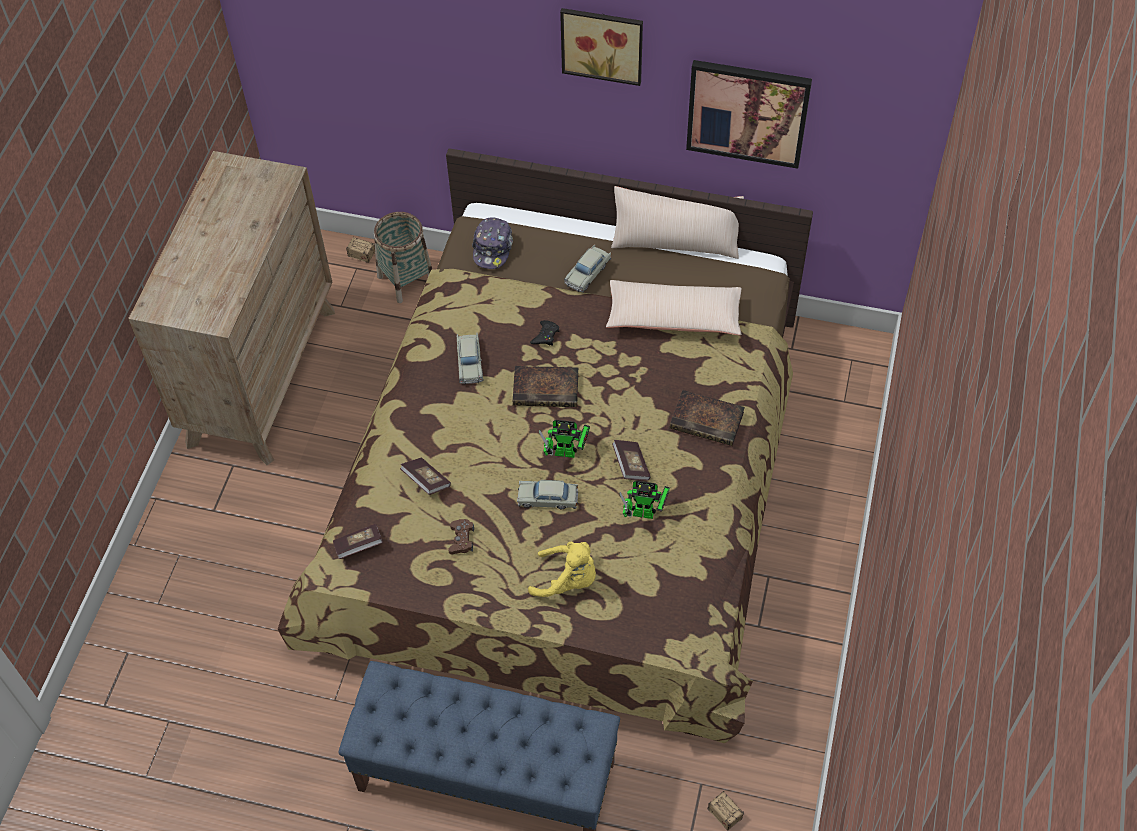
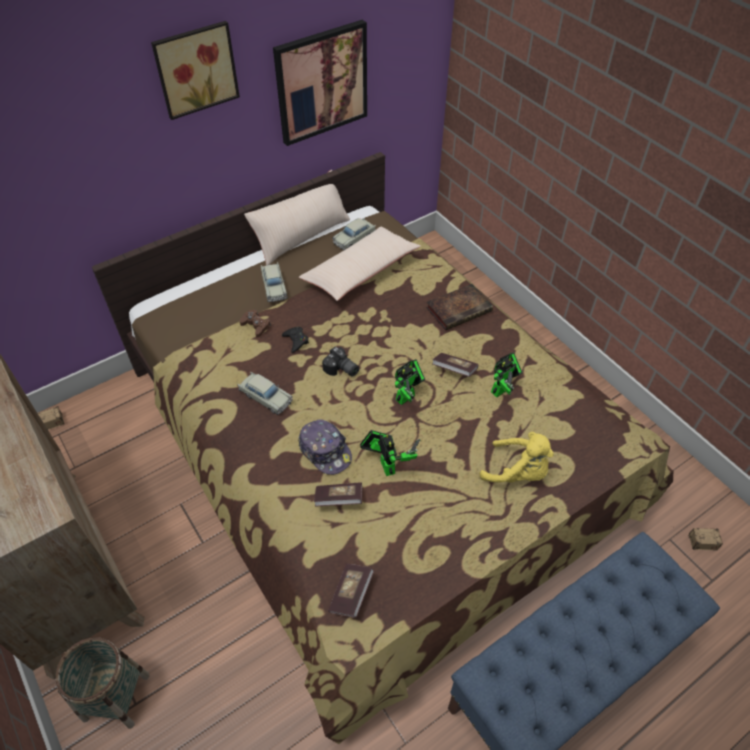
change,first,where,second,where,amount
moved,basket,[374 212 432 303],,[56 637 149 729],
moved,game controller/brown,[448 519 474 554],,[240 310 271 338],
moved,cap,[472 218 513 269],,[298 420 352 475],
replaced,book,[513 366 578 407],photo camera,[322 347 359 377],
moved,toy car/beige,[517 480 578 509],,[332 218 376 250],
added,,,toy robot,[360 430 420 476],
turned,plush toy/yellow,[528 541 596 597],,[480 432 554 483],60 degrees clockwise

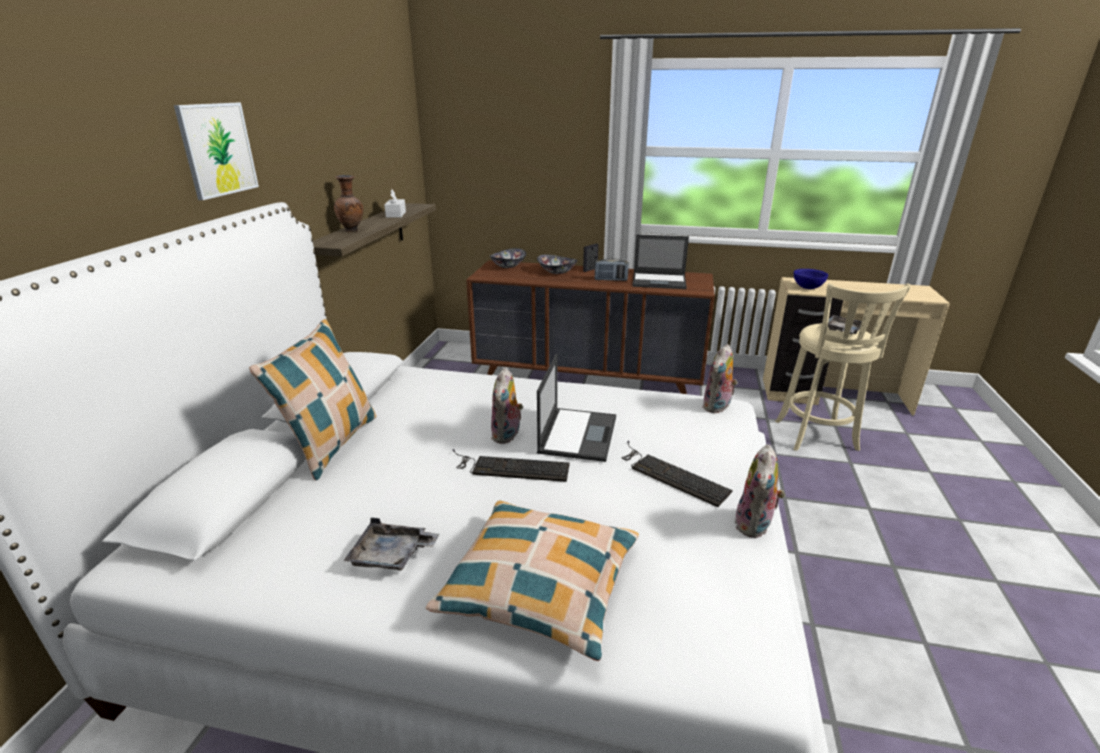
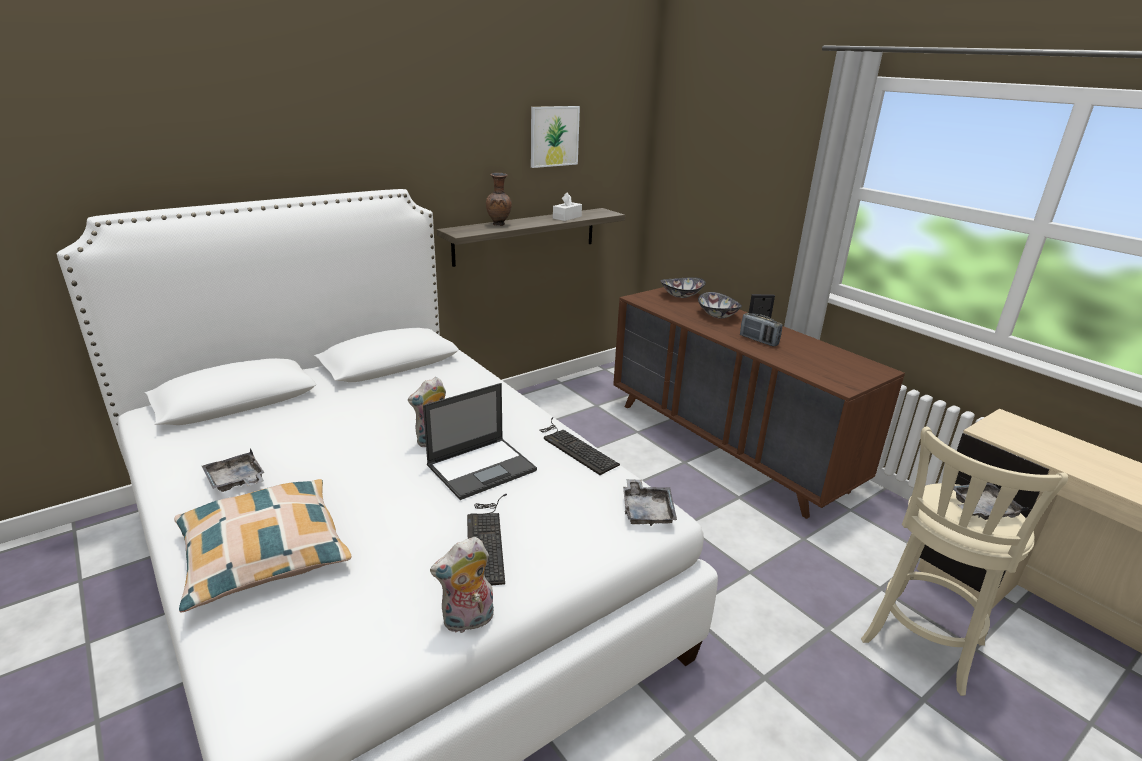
change,first,where,second,where,amount
moved,picture,[174 103 259 200],,[531 106 580 168],
moved,keyboard,[453 449 570 482],,[539 417 620 475],
replaced,plush toy,[702 344 737 413],tray/grey,[623 479 677 526],
removed,pillow,[249 319 376 481],,,
removed,laptop,[632 234 689 289],,,
removed,bowl/blue,[794 269 828 289],,,

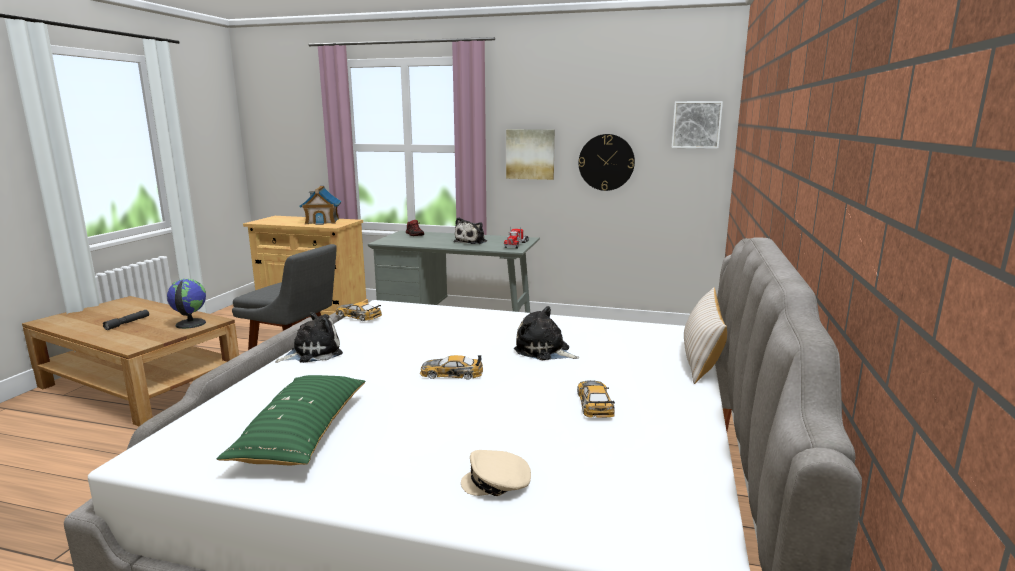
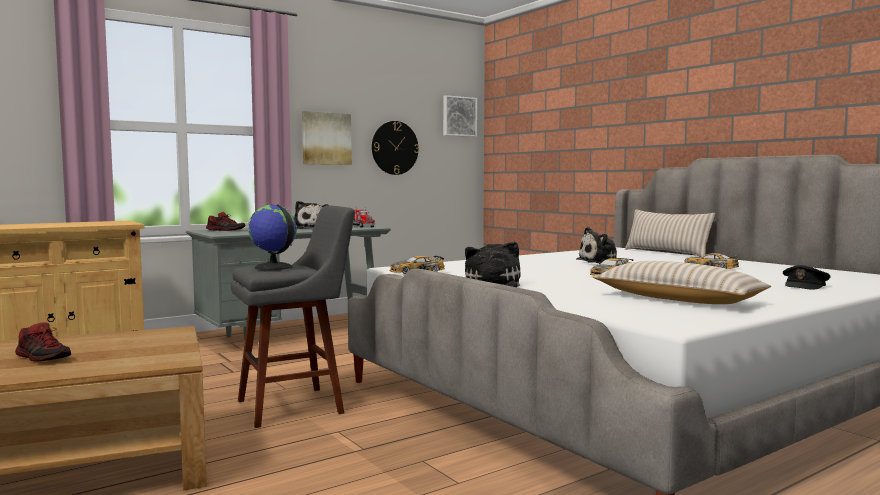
change,first,where,second,where,amount
replaced,flashlight/grey,[103 310 149 330],shoe,[15 322 71 362],
moved,globe,[167 279 206 329],,[248 204 297 270],
recoloured,pillow/green,[217 375 365 465],pillow/beige,[593 261 771 304],
recoloured,cap/beige,[461 450 531 496],cap/black,[783 265 831 289],
removed,toy house,[300 186 341 225],,,

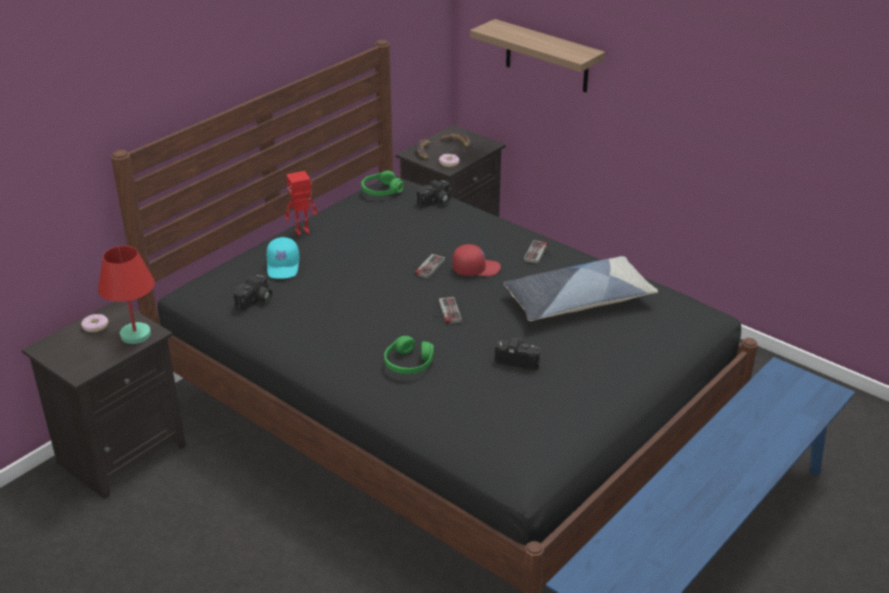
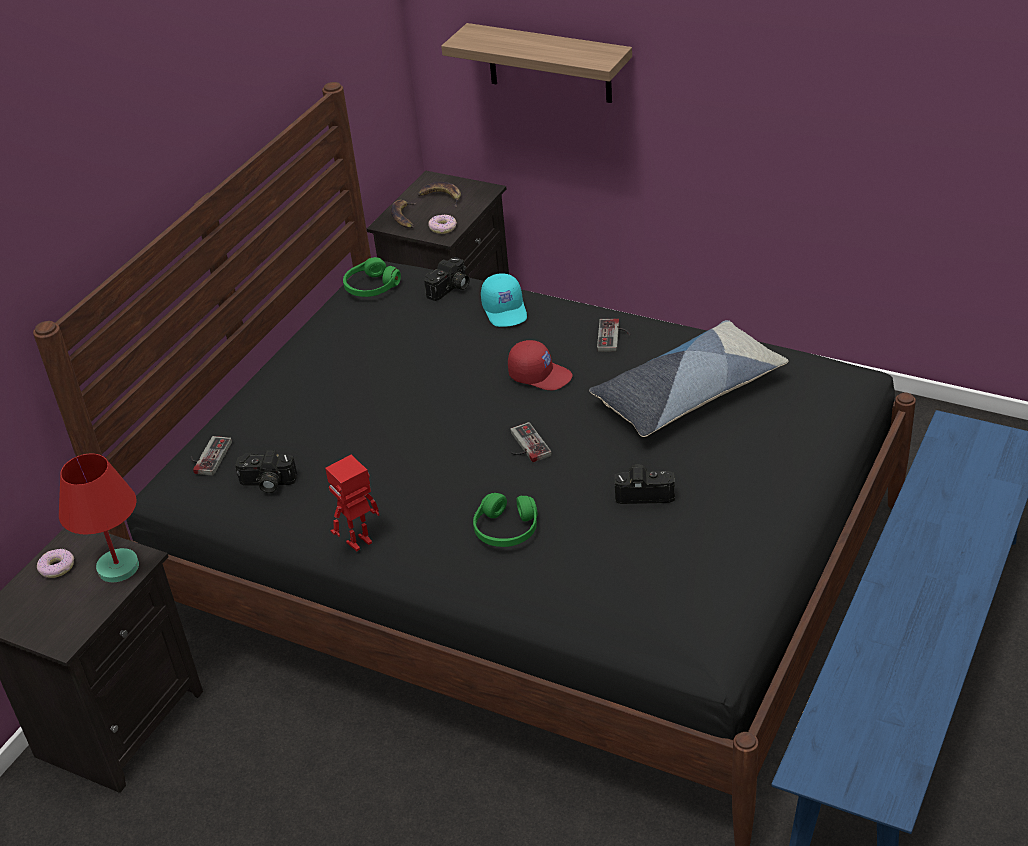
change,first,where,second,where,amount
moved,game controller,[414 254 445 279],,[190 436 232 476],
turned,photo camera,[233 274 272 311],,[235 450 297 493],75 degrees clockwise
moved,toy robot,[284 171 317 236],,[325 455 379 551],
moved,cap/turquoise,[266 237 300 279],,[481 273 527 327],
turned,cap/red,[452 244 501 276],,[508 340 573 390],45 degrees clockwise

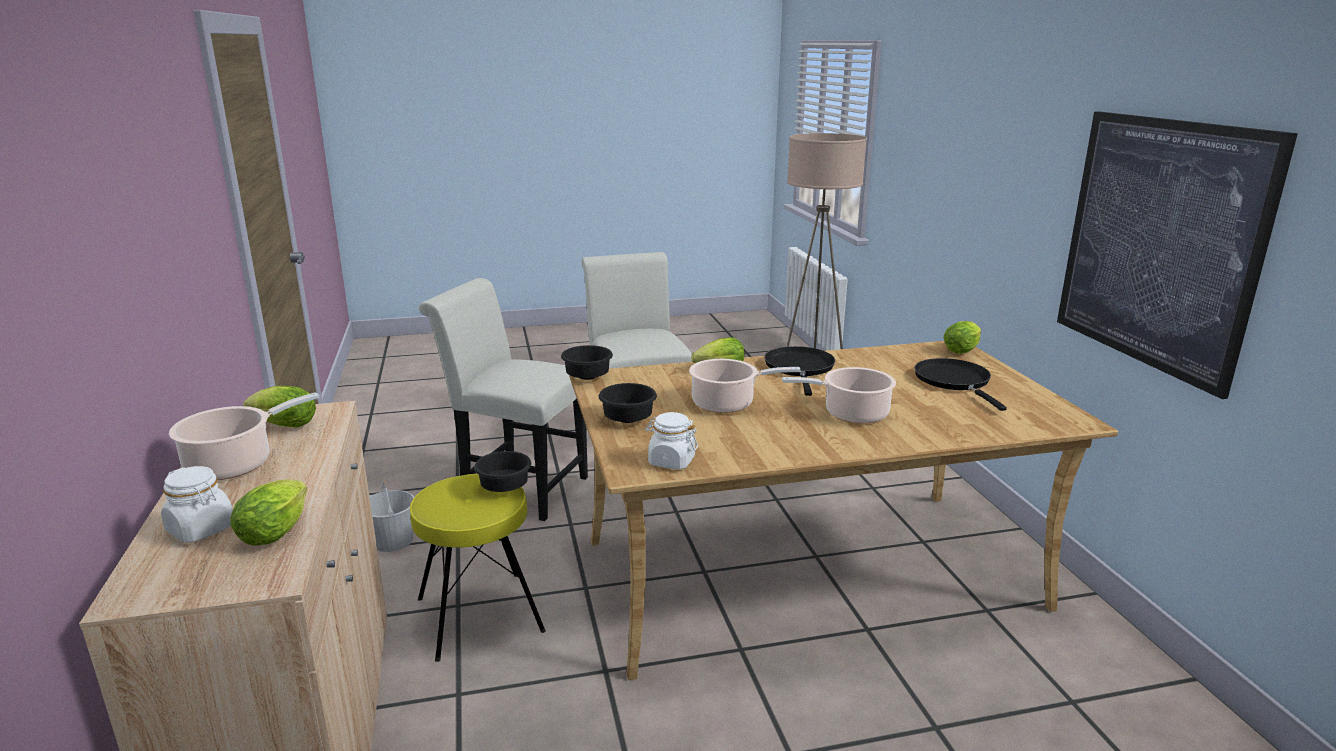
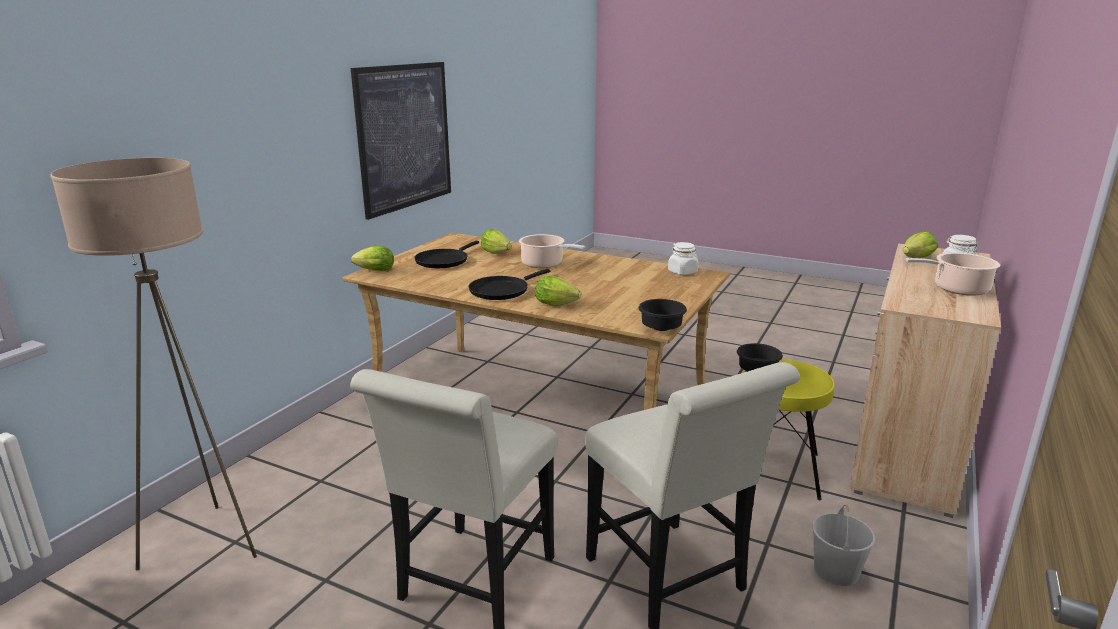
change,first,where,second,where,amount
moved,lettuce,[243 386 316 428],,[481 229 511 254],
removed,bowl/black,[599 383 657 423],,,
removed,cooking pot,[689 359 800 413],,,

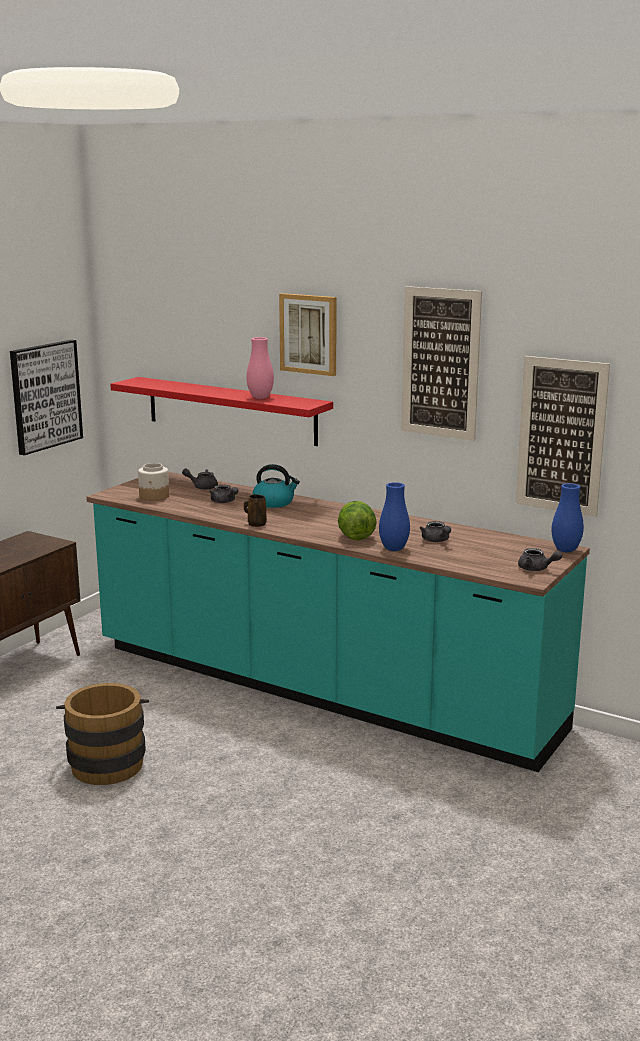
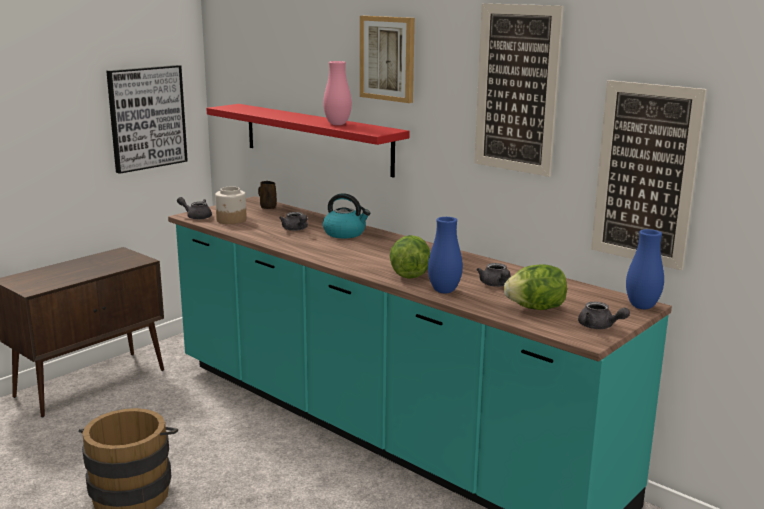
change,first,where,second,where,amount
moved,teapot/grey,[182 468 218 490],,[177 197 212 220],
moved,mug/brown,[244 494 267 527],,[258 181 277 209],
added,,,lettuce,[504 264 567 310],

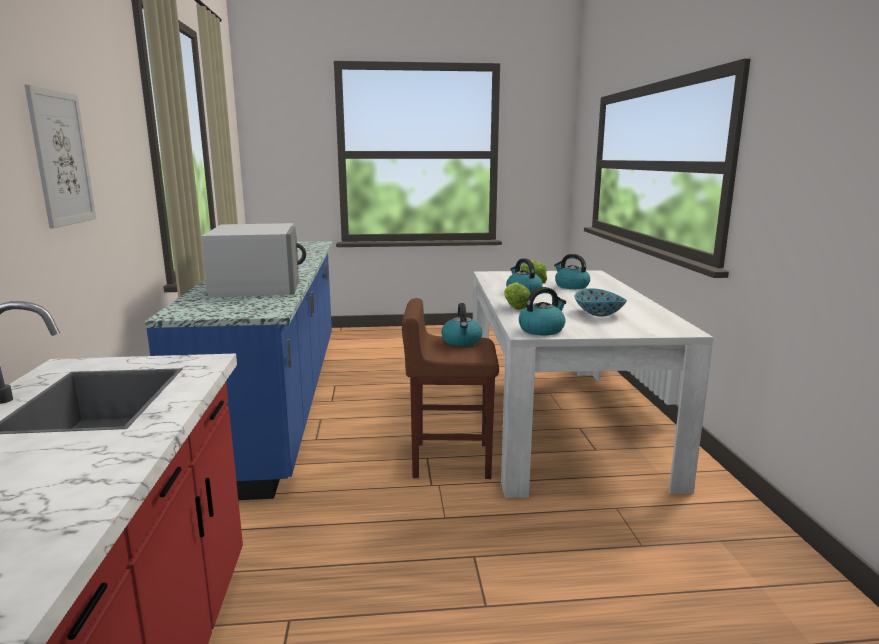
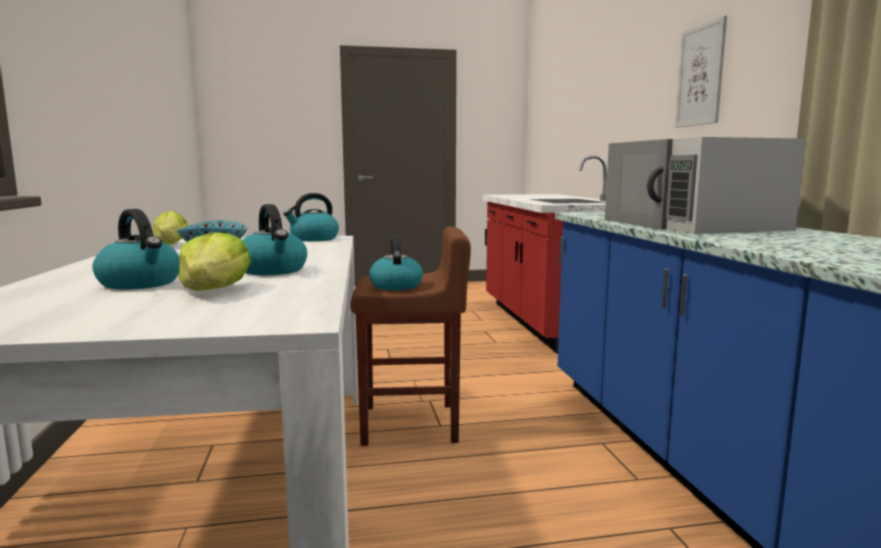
change,first,where,second,where,amount
moved,lettuce,[504 282 530 310],,[153 211 188 245],

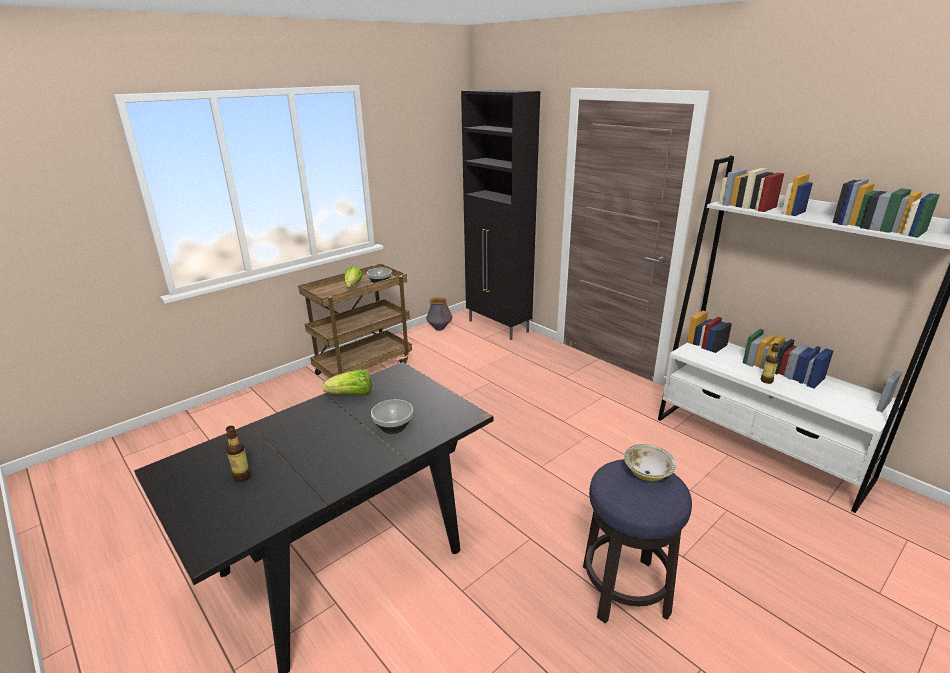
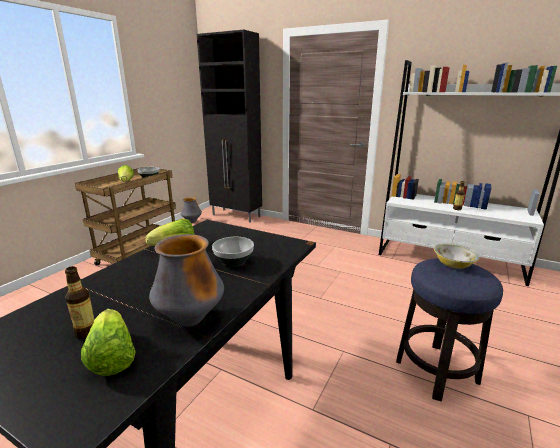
change,first,where,second,where,amount
added,,,lettuce,[81 309 136 376],
added,,,vase,[149 234 224 327],

